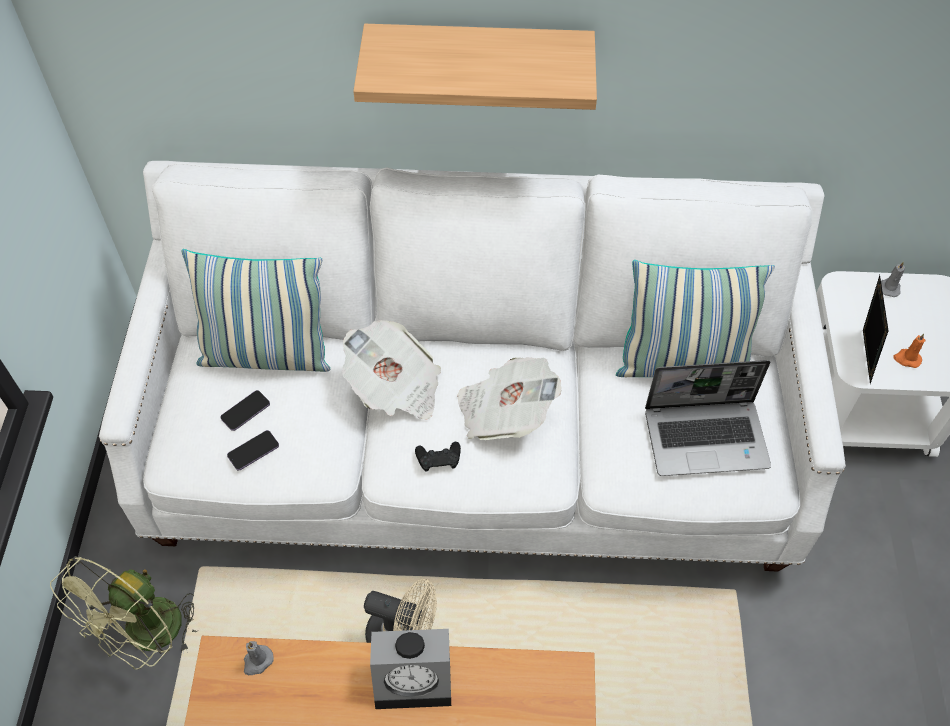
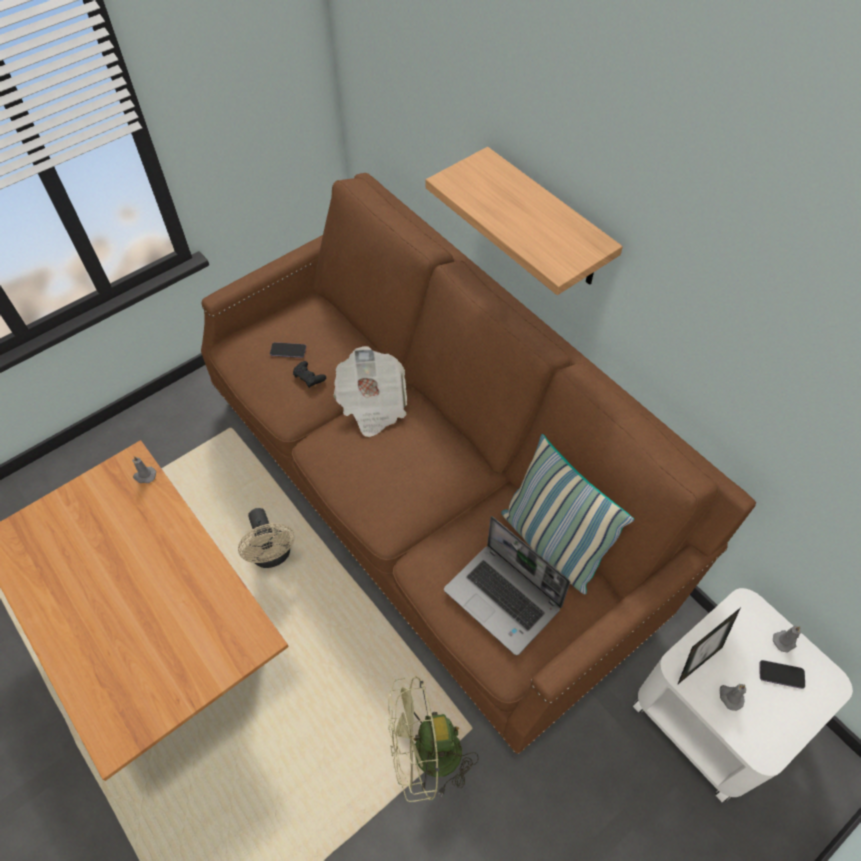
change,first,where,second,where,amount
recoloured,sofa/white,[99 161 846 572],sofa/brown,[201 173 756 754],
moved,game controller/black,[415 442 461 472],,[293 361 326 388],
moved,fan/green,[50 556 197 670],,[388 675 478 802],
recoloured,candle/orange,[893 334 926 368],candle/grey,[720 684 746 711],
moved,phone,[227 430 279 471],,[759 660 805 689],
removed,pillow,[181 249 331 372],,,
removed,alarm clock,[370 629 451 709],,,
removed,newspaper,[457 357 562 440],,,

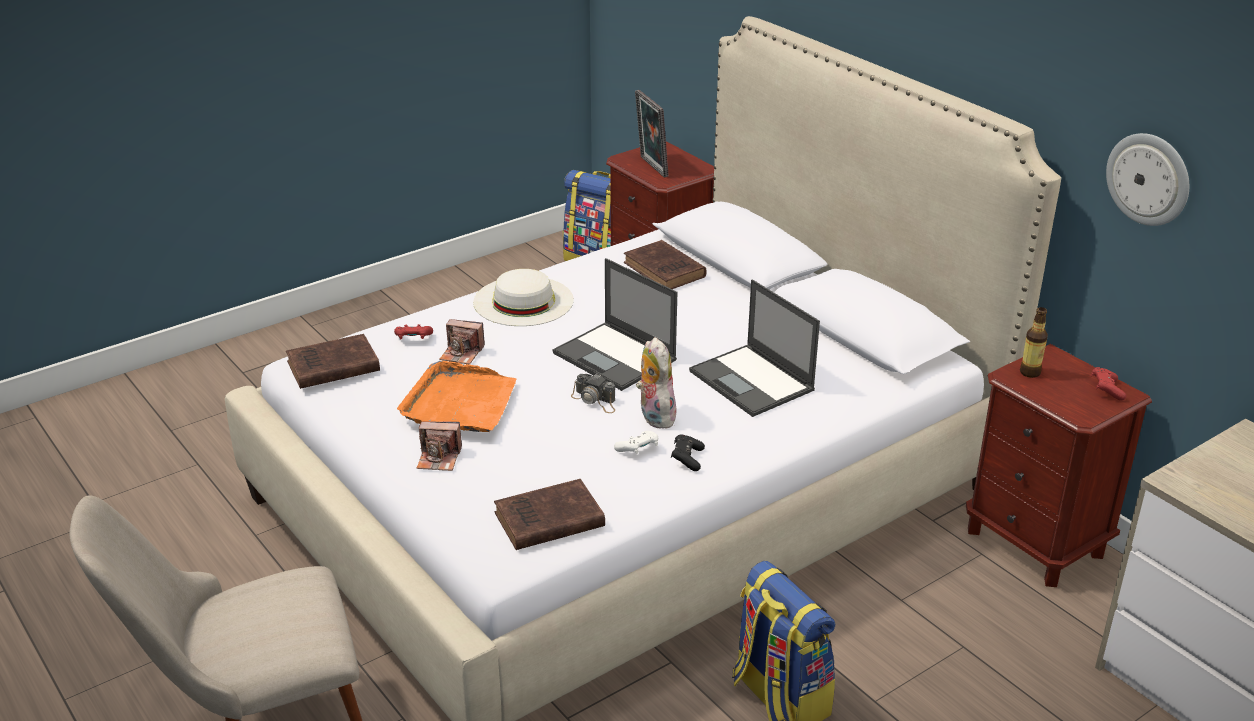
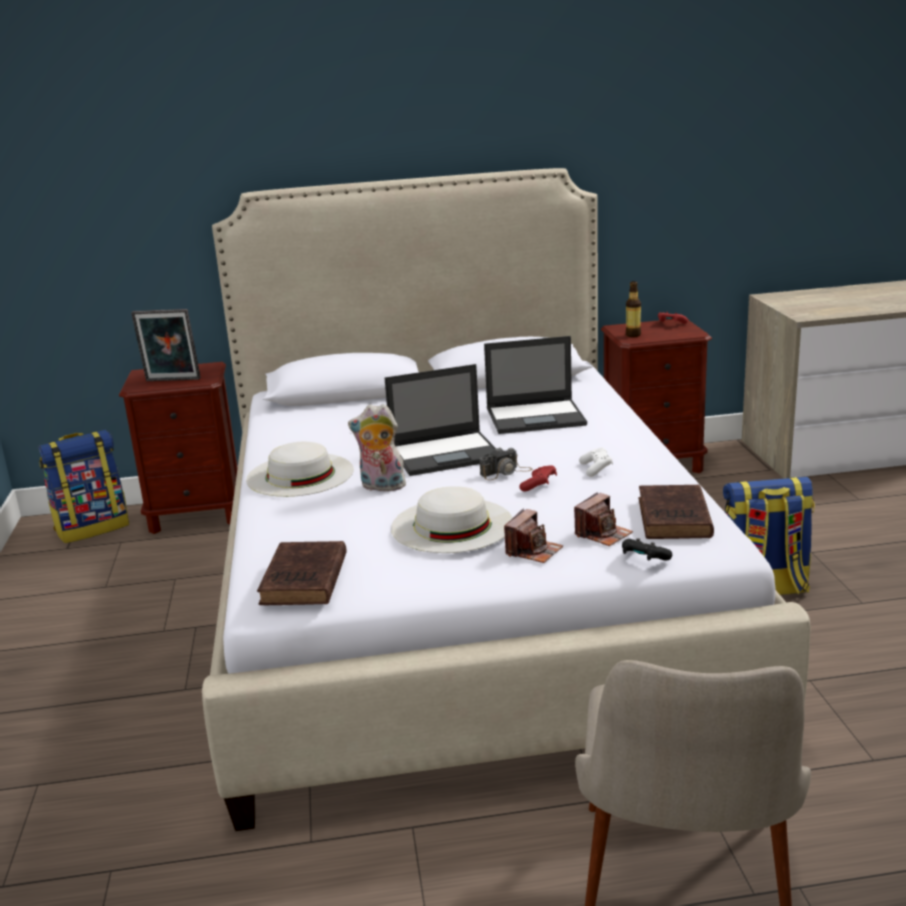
change,first,where,second,where,amount
moved,plush toy,[636 337 677 429],,[348 404 406 491],
replaced,tray/orange,[397 360 516 432],hat/white,[391 486 512 553],
moved,game controller/red,[394 324 433 339],,[519 465 557 492],
moved,photo camera,[439 319 485 364],,[574 492 633 546],
moved,game controller/black,[671 435 705 471],,[622 538 672 561],
removed,book/brown,[624 240 707 289],,,
removed,wall clock,[1106 133 1189 226],,,

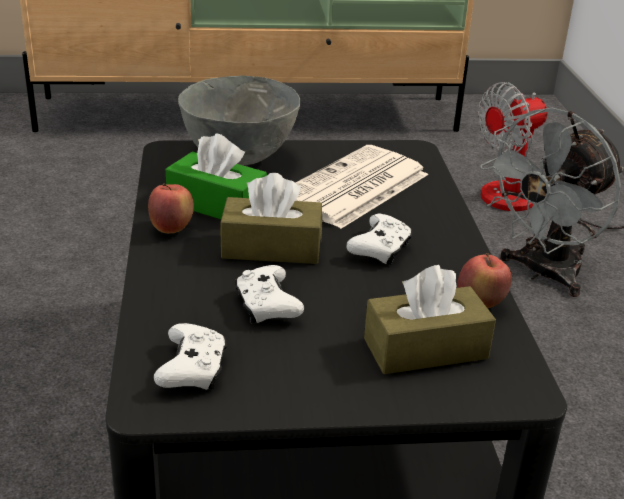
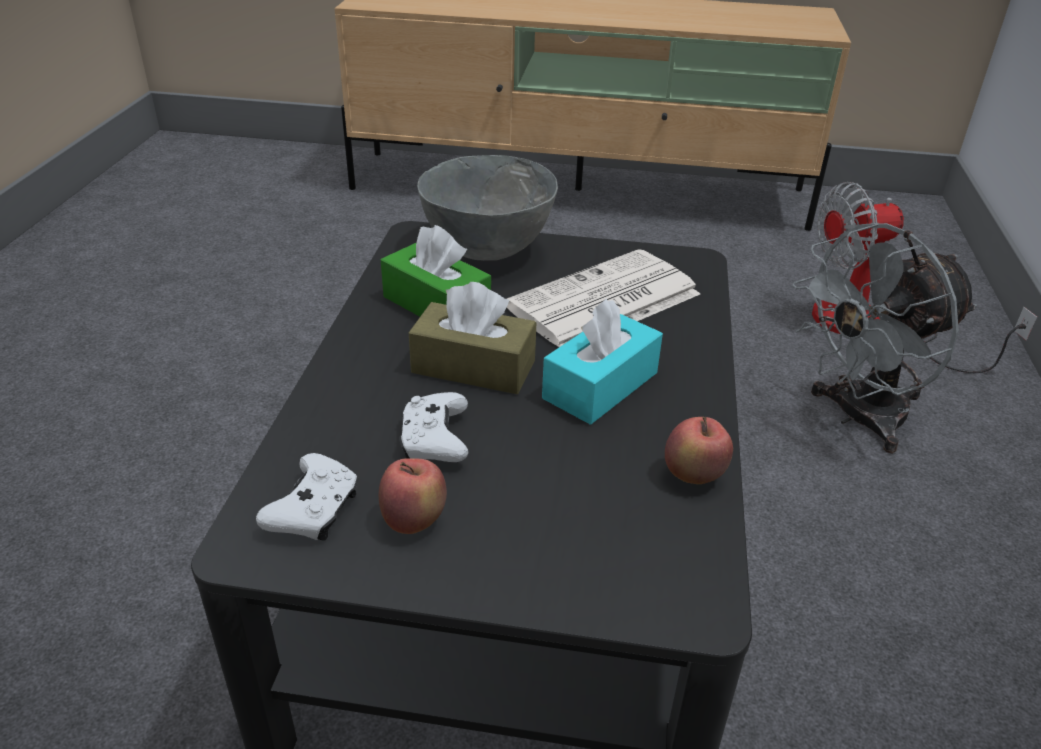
change,first,where,second,where,amount
moved,apple,[148 183 194 233],,[379 458 447 534],
replaced,game controller/white,[346 214 413 265],tissue box/turquoise,[542 299 663 425],
removed,tissue box/brown,[364 265 496 374],,,

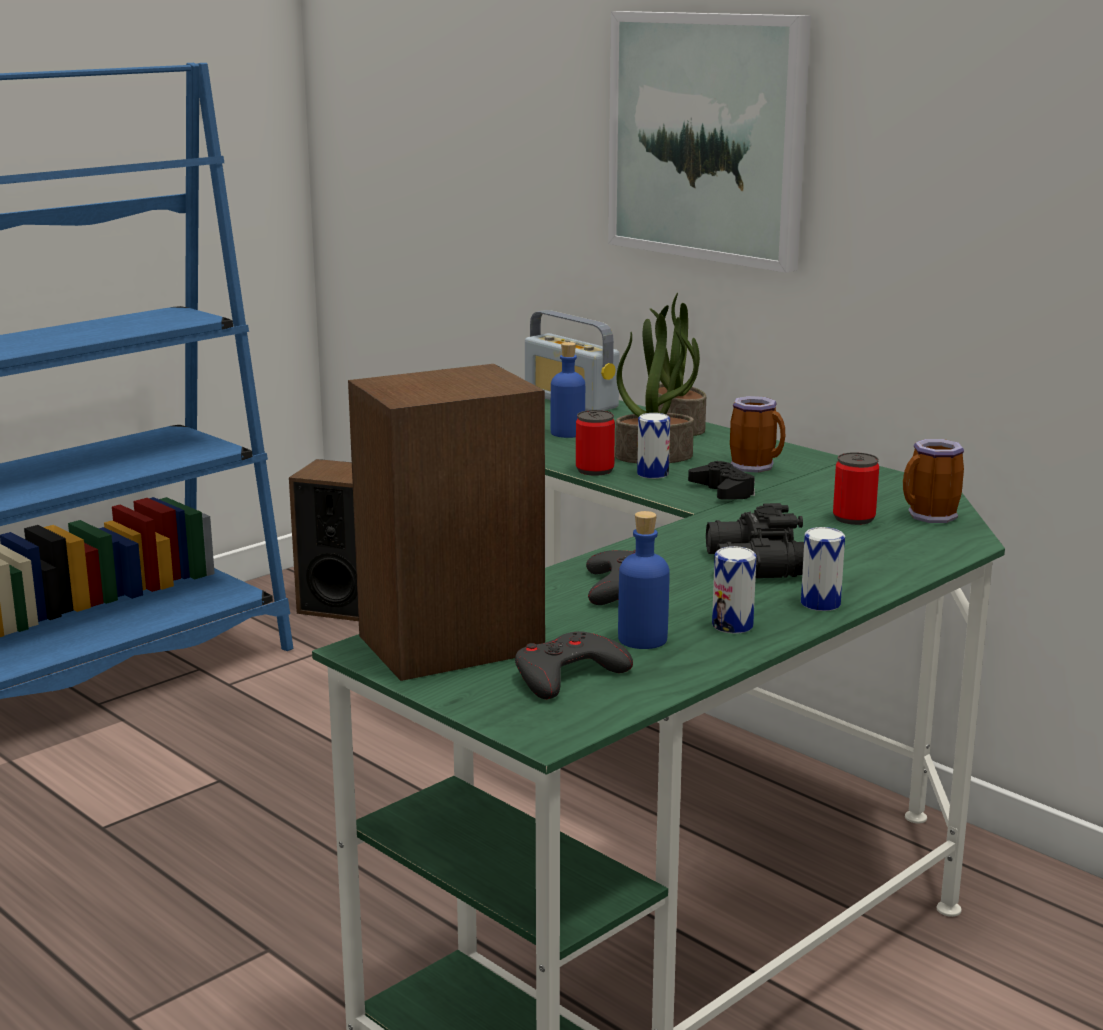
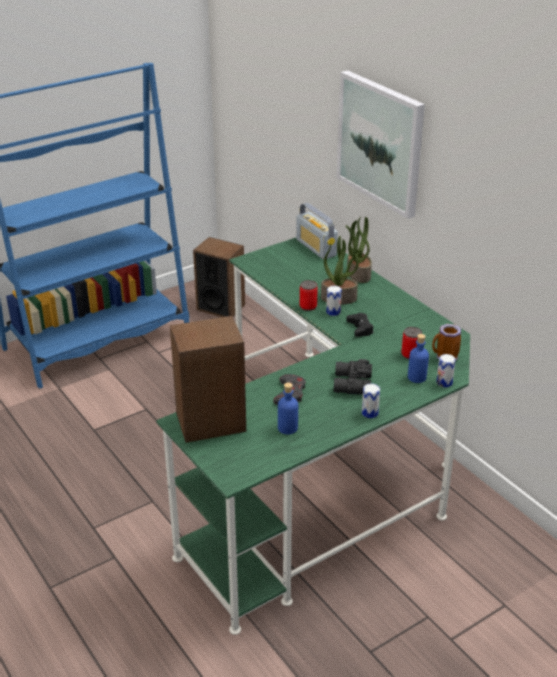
change,first,where,second,where,amount
moved,bottle/blue,[550 342 585 438],,[408 334 429 383],
moved,can,[712 546 757 634],,[436 354 456 388],
removed,game controller/grey,[515 631 633 699],,,
removed,mug,[730 396 785 473],,,

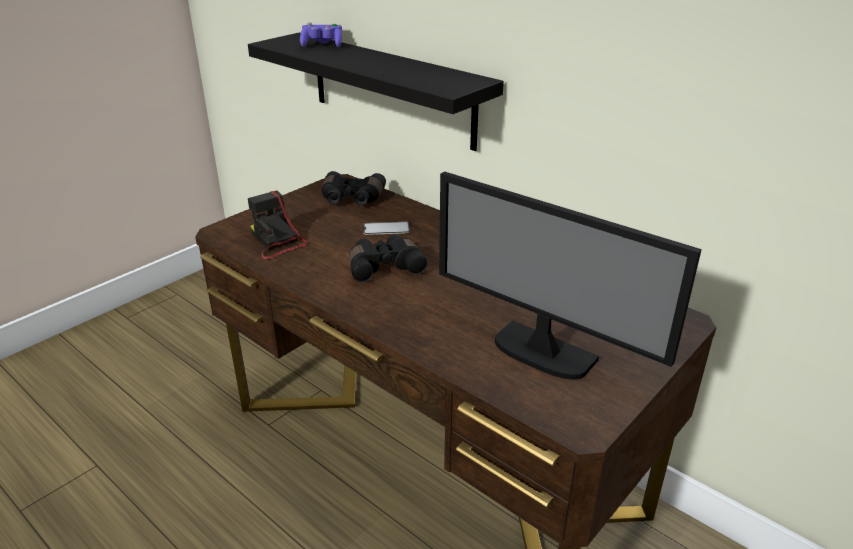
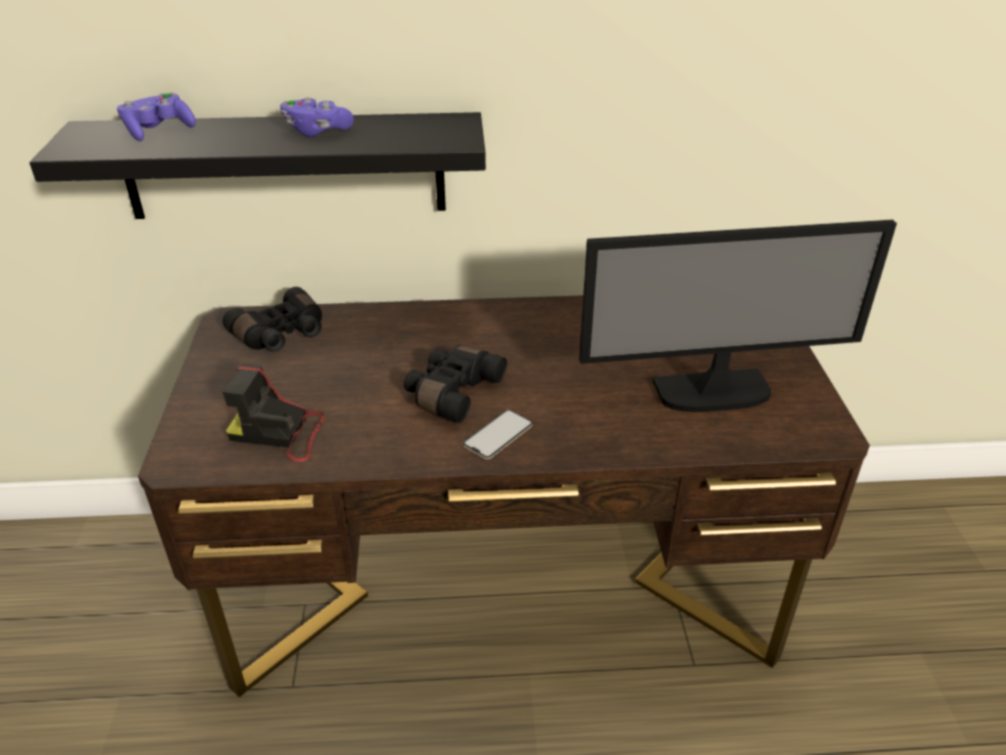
change,first,where,second,where,amount
added,,,game controller/purple,[280 97 354 137],
moved,phone,[363 222 410 235],,[463 409 533 459],

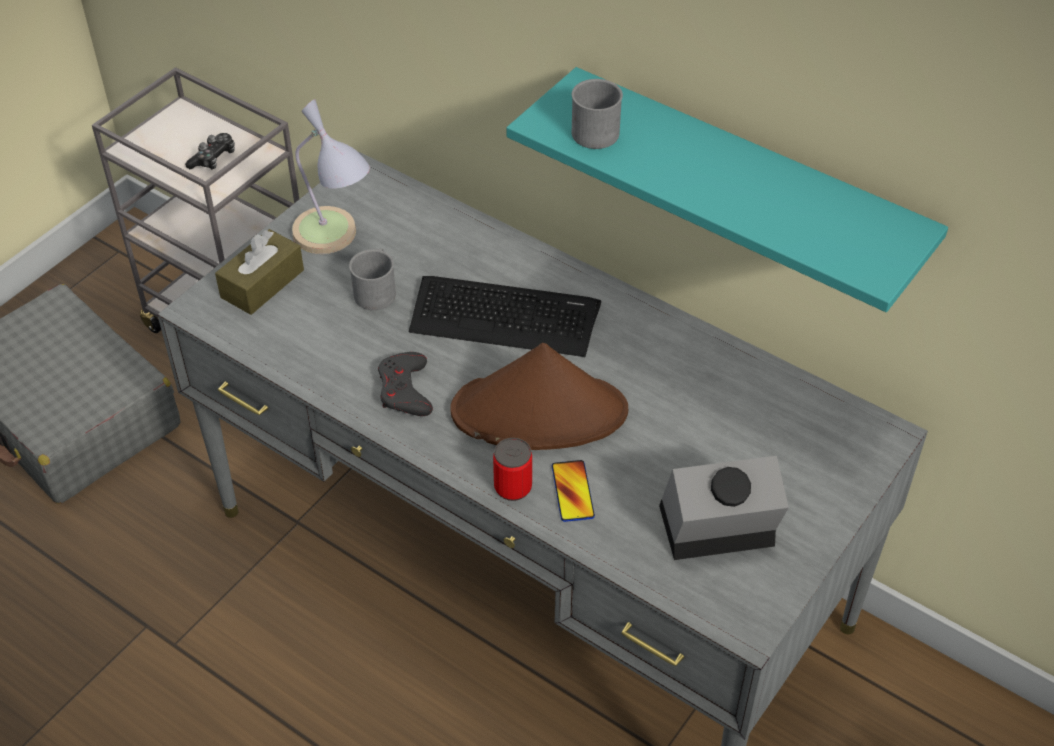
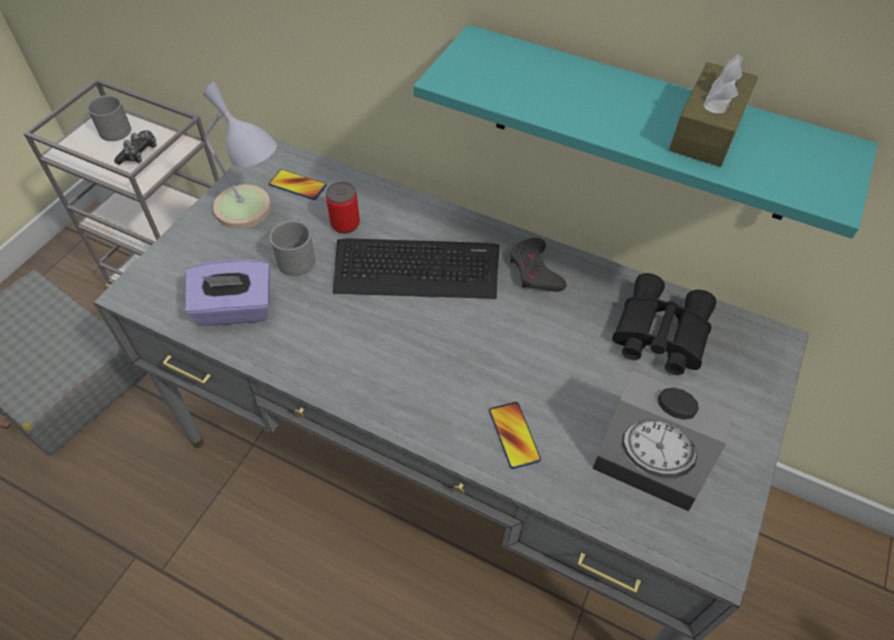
change,first,where,second,where,amount
moved,mug/grey,[572 79 623 149],,[87 95 131 141],
added,,,tissue box/purple,[185 260 270 326],
added,,,phone,[269 169 327 200],
moved,can,[493 438 532 501],,[326 182 360 234],
moved,game controller/grey,[378 352 433 416],,[510 238 567 292],
turned,alarm clock,[659 456 789 560],,[592 371 733 511],135 degrees counterclockwise
added,,,binoculars/black,[612 273 716 375],
moved,tissue box/brown,[215 229 304 315],,[669 54 758 167],
removed,hat/brown,[450 343 628 450],,,

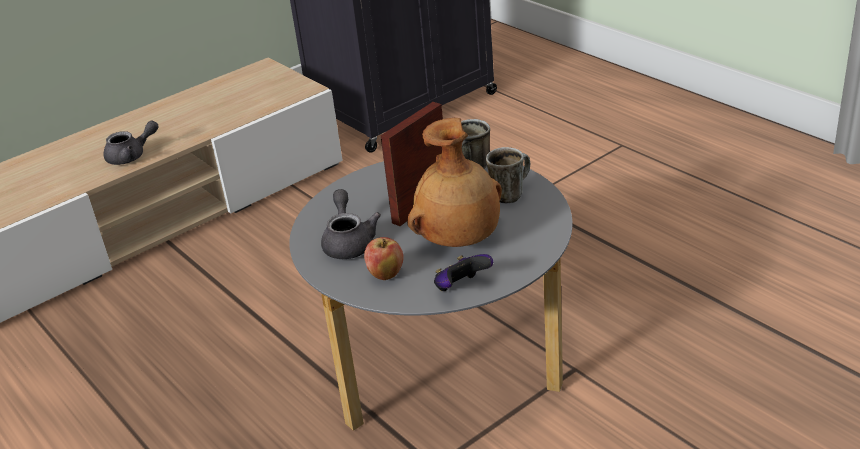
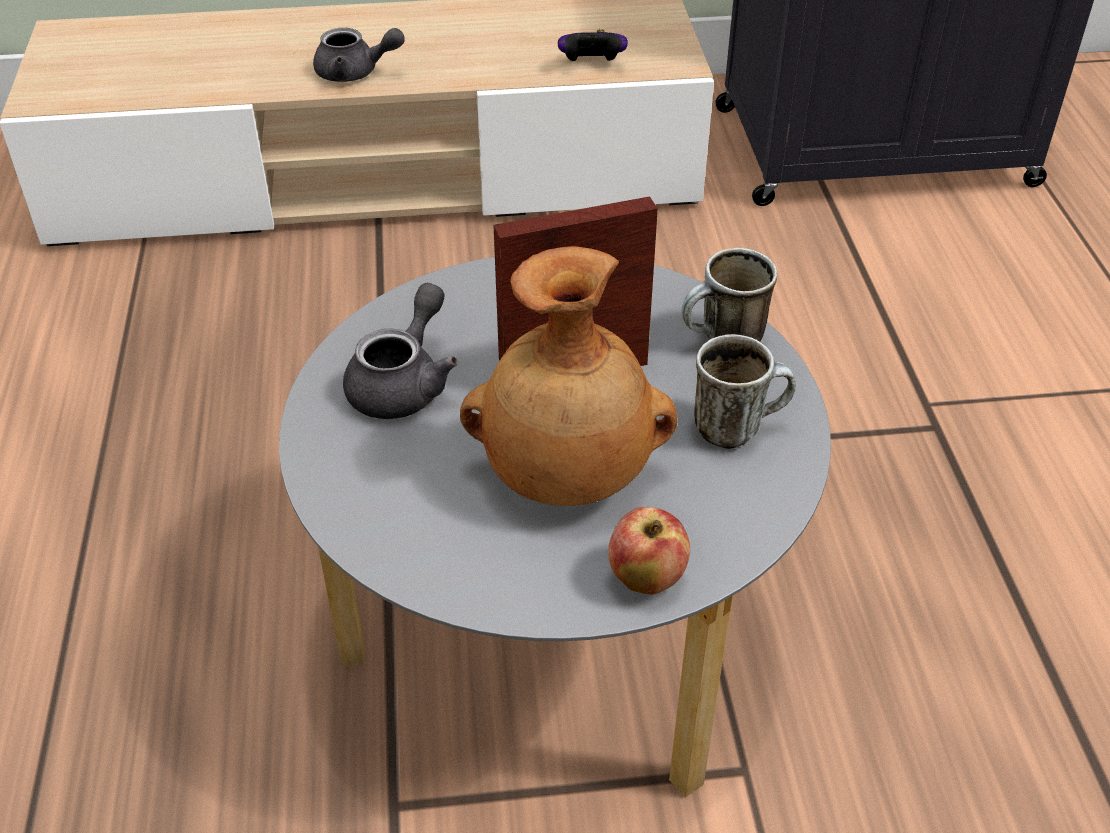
change,first,where,second,where,amount
moved,game controller,[434 254 493 291],,[558 29 628 61],
moved,apple,[364 237 404 280],,[608 507 690 595],

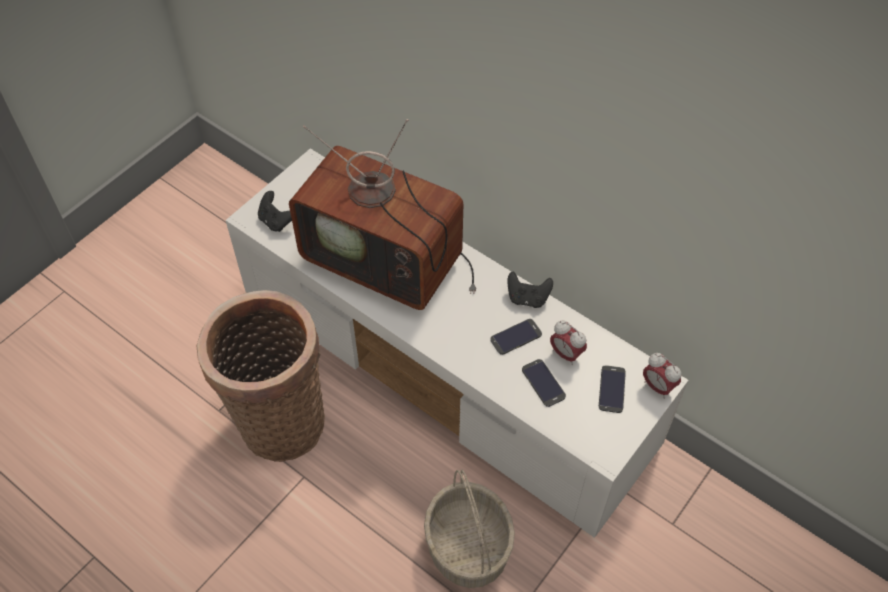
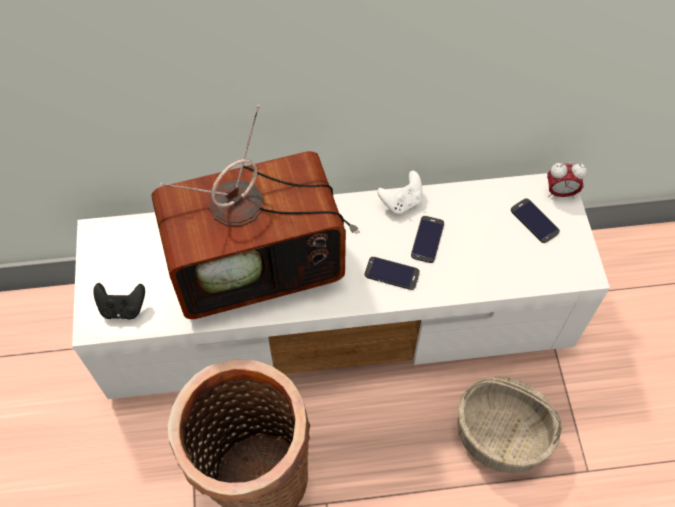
change,first,where,second,where,amount
moved,phone,[522 359 566 407],,[365 257 420 290],
recoloured,game controller/black,[508 271 553 308],game controller/white,[377 171 423 214],
removed,alarm clock,[550 320 587 366],,,

